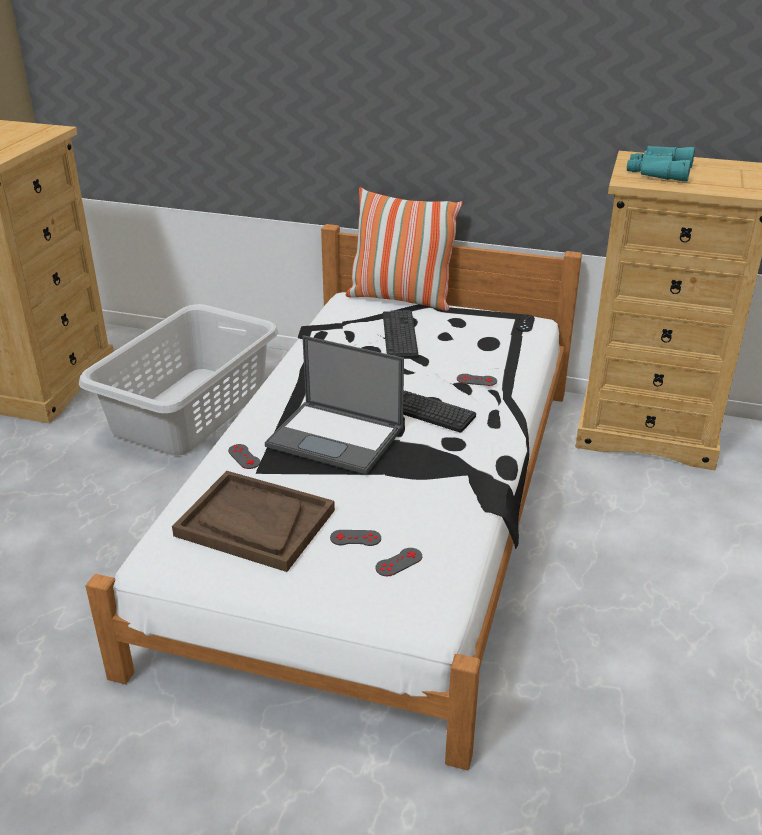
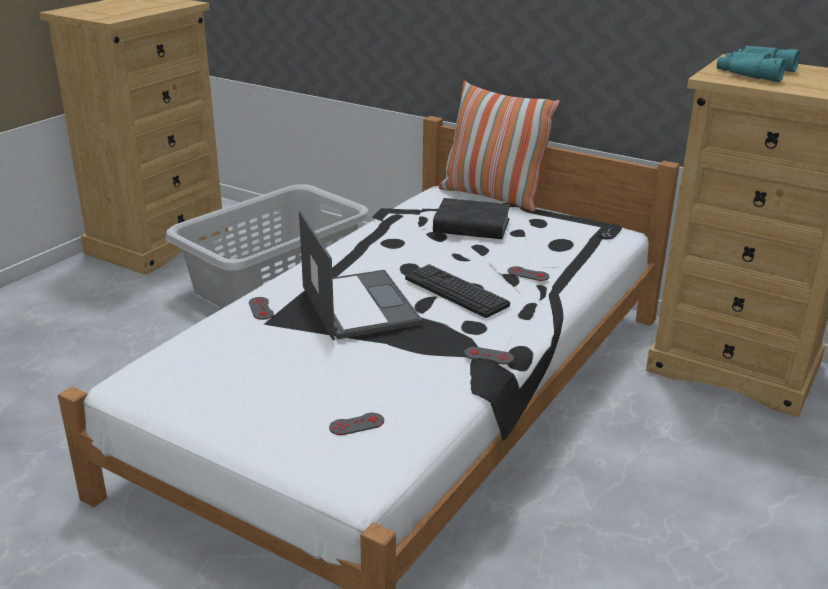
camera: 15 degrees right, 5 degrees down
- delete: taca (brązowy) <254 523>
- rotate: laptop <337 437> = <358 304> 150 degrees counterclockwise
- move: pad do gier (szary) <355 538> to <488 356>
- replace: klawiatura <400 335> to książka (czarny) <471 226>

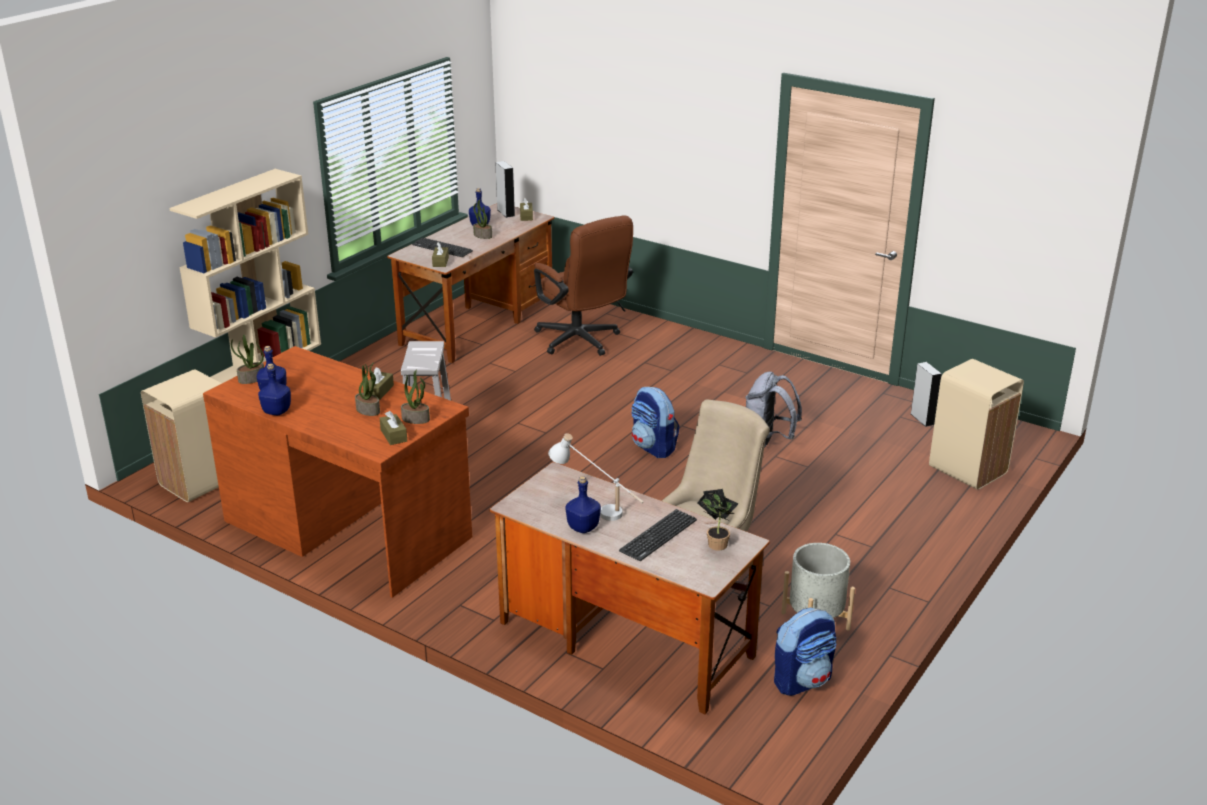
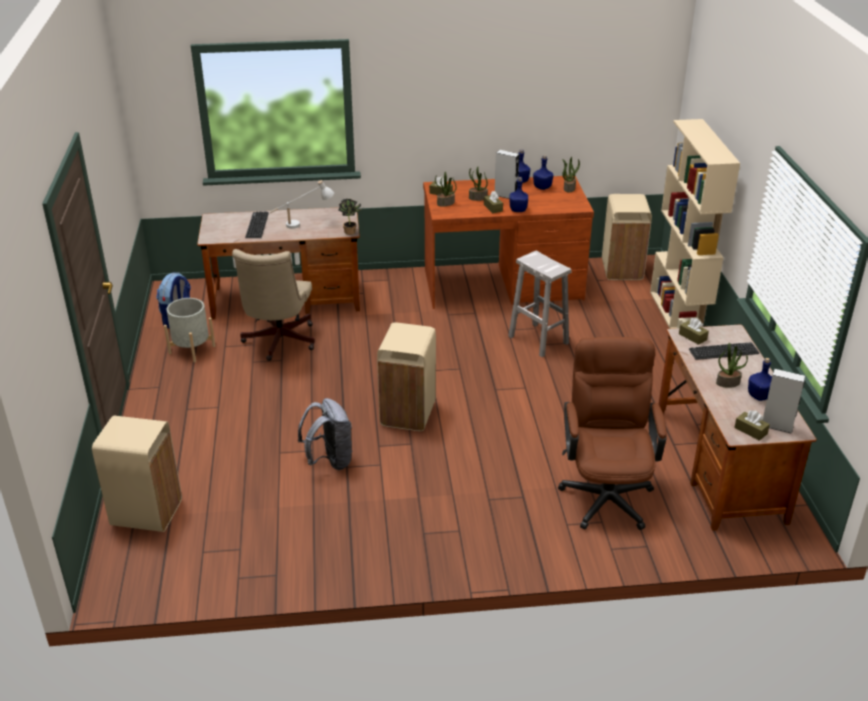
camera: 140 degrees right, 5 degrees up
- rotate: krzesło biurowe (brązowy) <582 342> = <606 492> 75 degrees clockwise
- move: butelka (niebieski) <583 527> to <518 210>
- replace: plecak <653 447> to kosz na śmieci (beżowy) <407 414>
- move: roślina doniczkowa <715 543> to <351 232>
- move: głośnik (szary) <922 419> to <505 196>

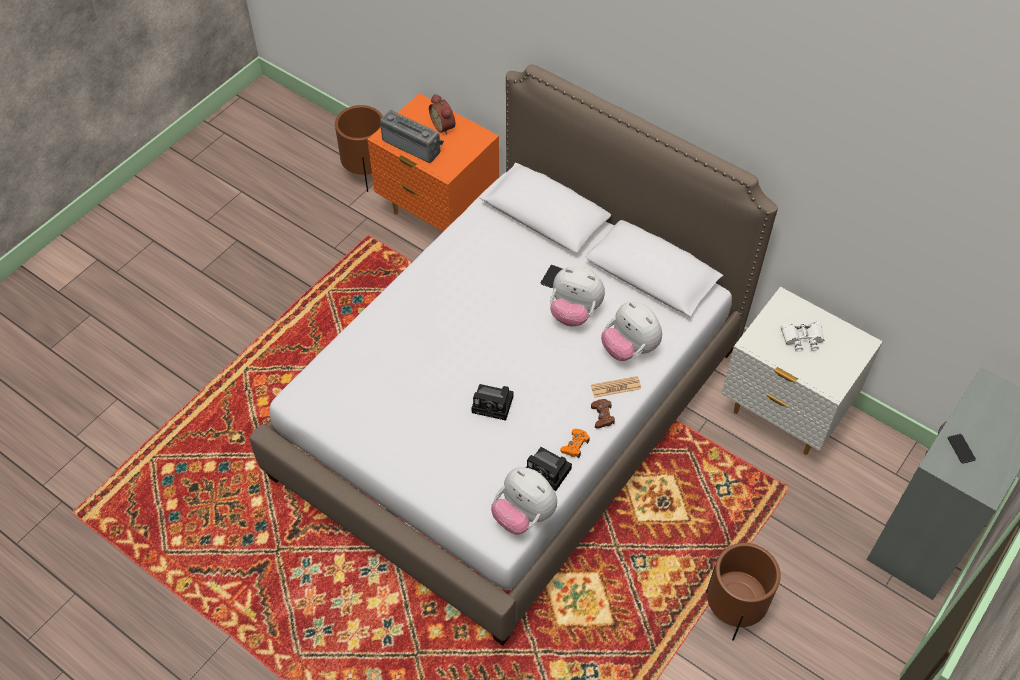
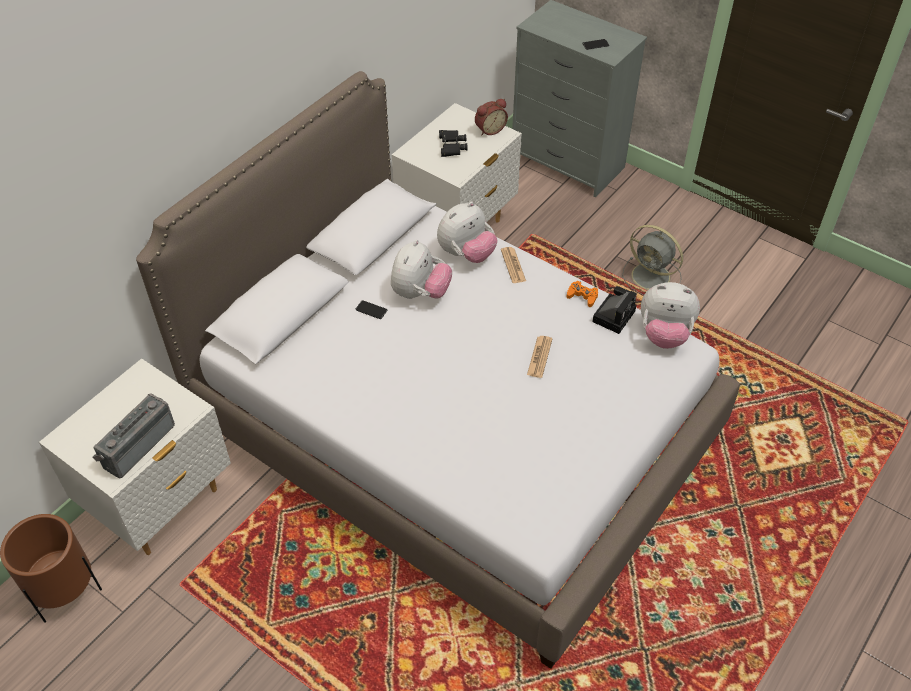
camera: 90 degrees left, 5 degrees down
- recolor: szafka nocna (pomarańczowy) <438 214> to szafka nocna (biały) <160 504>
- move: budzik <444 126> to <489 129>
- replace: aparat fotograficzny <494 404> to gazeta <539 357>
- rotate: pluszak <524 515> = <664 334> 60 degrees clockwise
- delete: pad do gier (brązowy) <602 416>
- replace: donica (brązowy) <733 610> to wentylator (szary) <652 277>
- recolor: lornetka (biały) <802 338> to lornetka (czarny) <451 146>

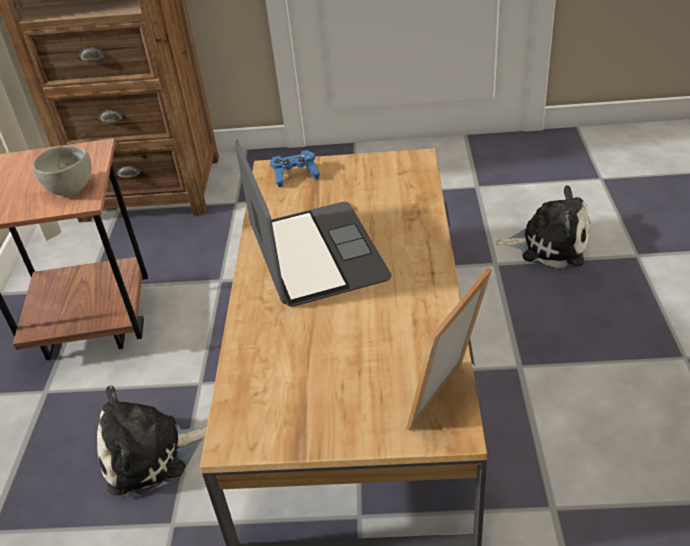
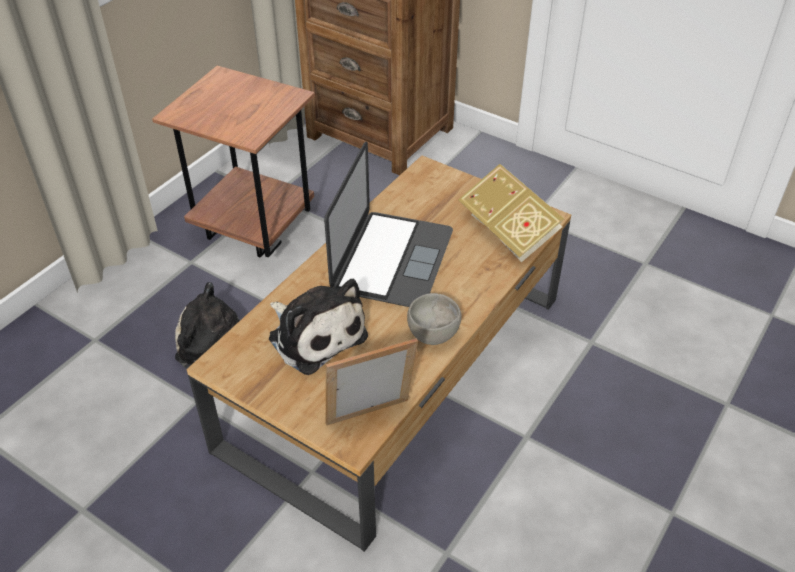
camera: 30 degrees right, 5 degrees up
- move: miska (szary) <72 188> to <434 335>
- delete: pad do gier (niebieski) <295 176>
- move: pluszak <549 244> to <315 334>
- insert: książka <509 231>

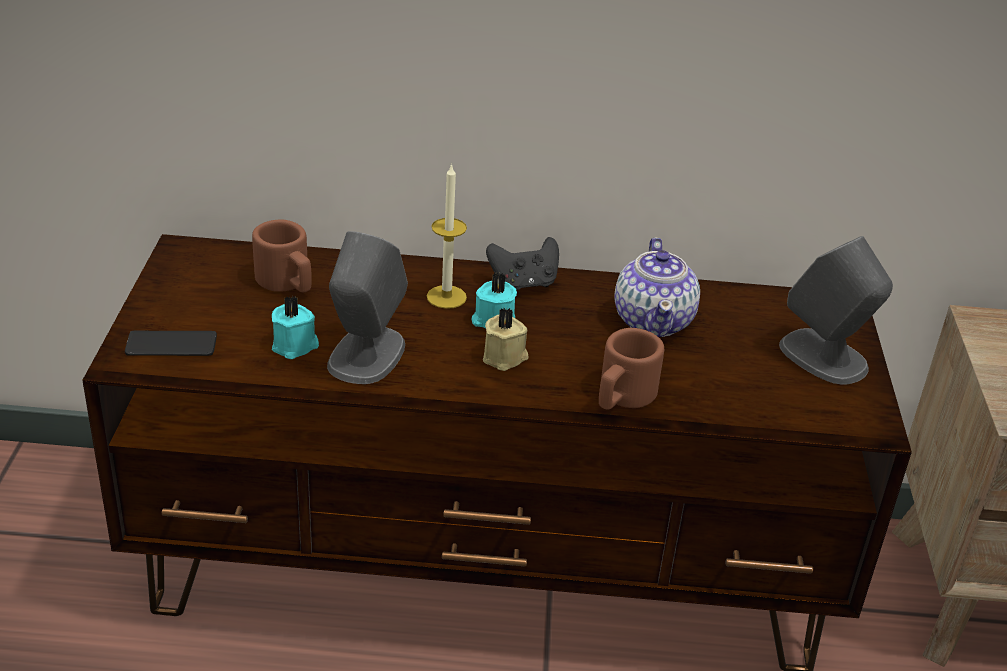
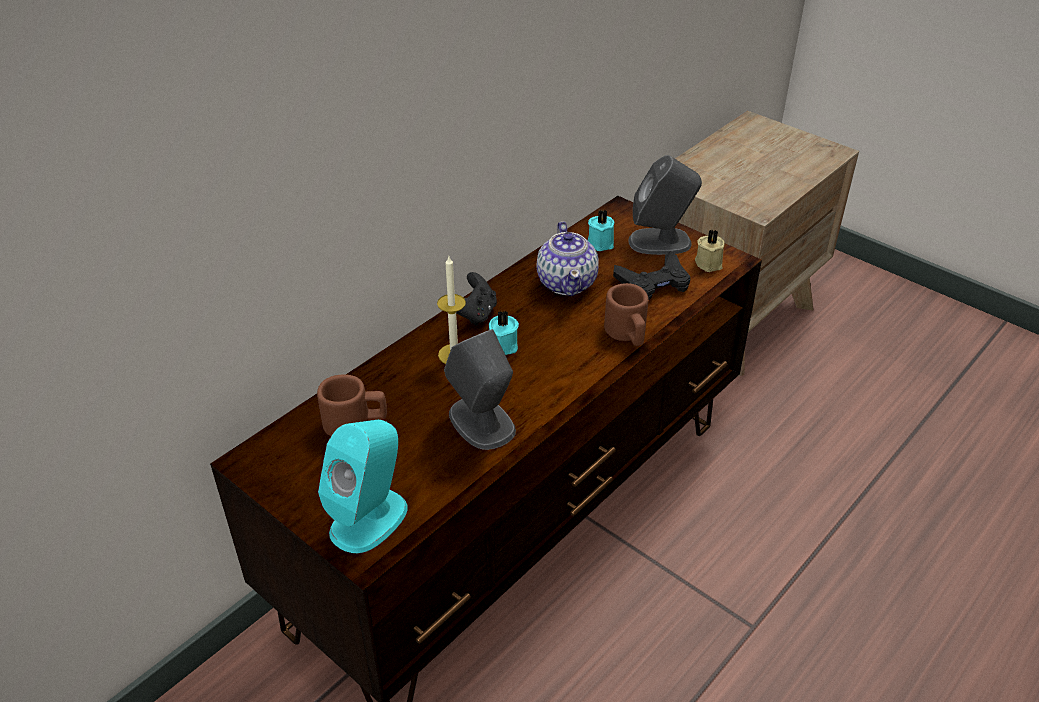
camera: 50 degrees left, 5 degrees up
- replace: telefon <171 344> to głośnik (turkusowy) <369 519>
- move: świeca (turkusowy) <295 346> to <601 242>
- move: świeca (beżowy) <505 357> to <709 263>
- rotate: imbryk <654 320> = <567 282> 45 degrees clockwise
- insert: pad do gier (czarny) <653 283>

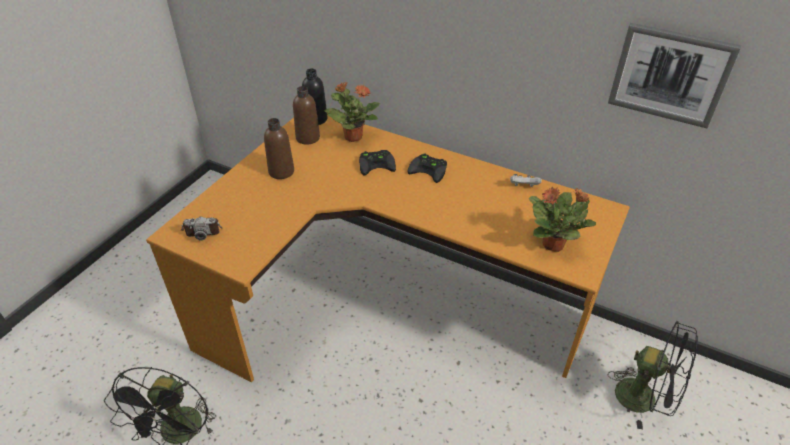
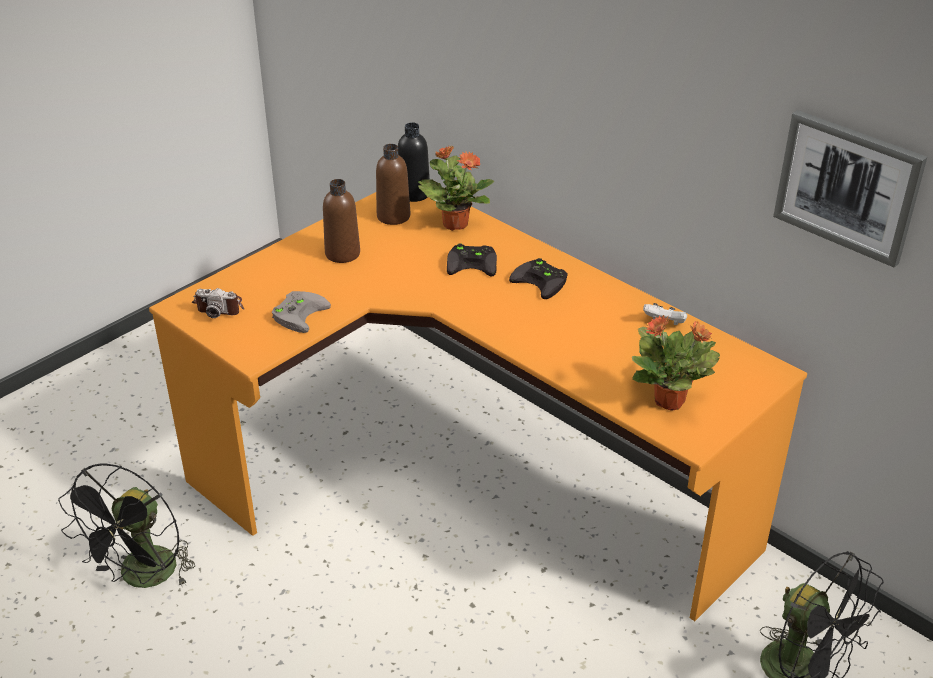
camera: 15 degrees right, 5 degrees down
- insert: pad do gier (szary) <299 313>

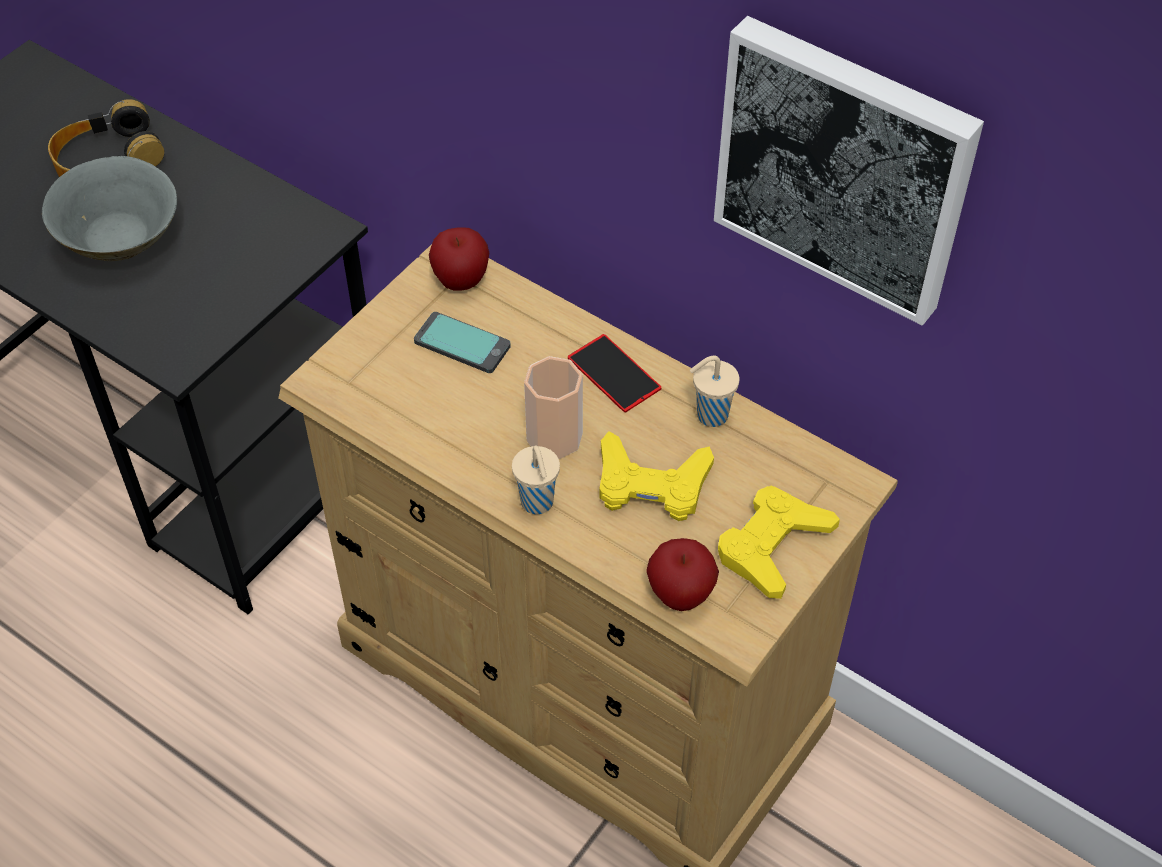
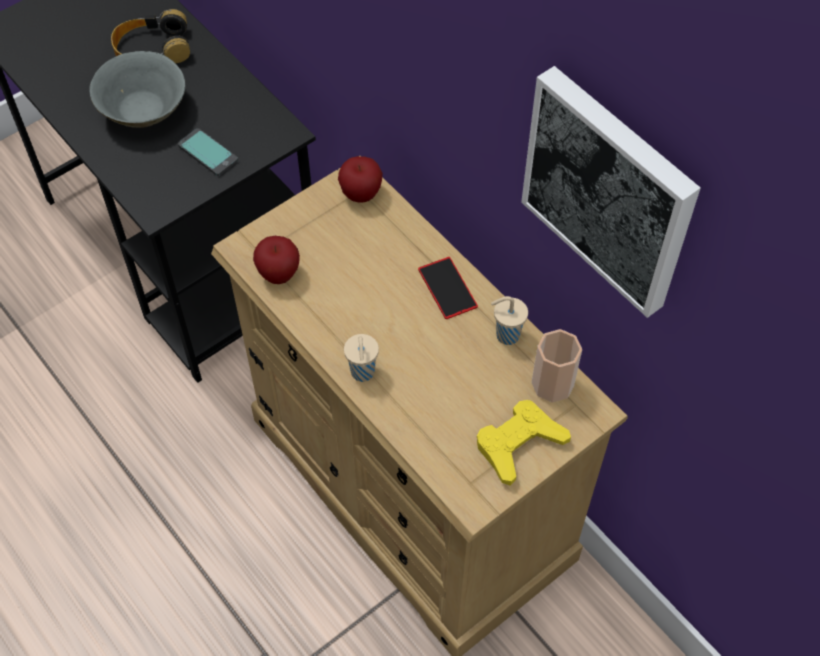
camera: 15 degrees right, 5 degrees up
- move: telefon <462 343> to <208 153>
- move: filiżanka <554 437> to <552 384>
- delete: pad do gier (żółty) <651 485>
- move: jabłko <680 595> to <279 275>

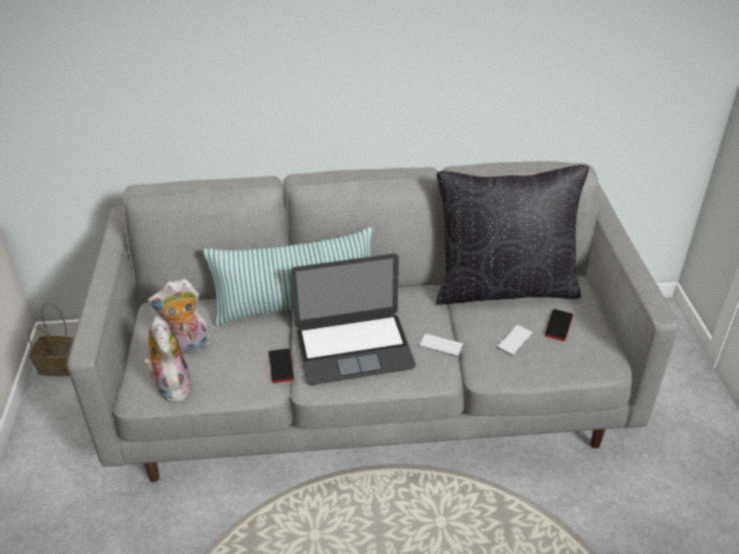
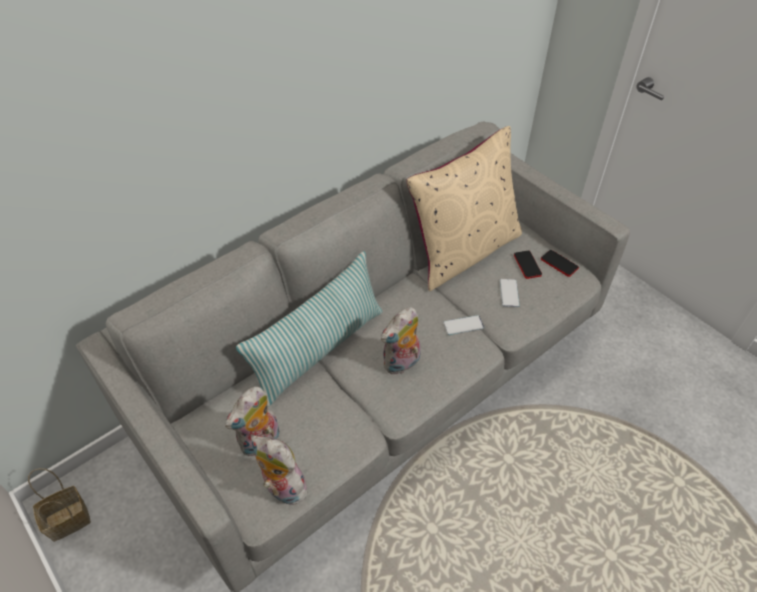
camera: 35 degrees left, 10 degrees up
- move: telefon <281 366> to <559 263>
- replace: laptop <354 348> to pluszak <402 364>
- recolor: poduszka (czarny) <504 287> to poduszka (beżowy) <463 251>

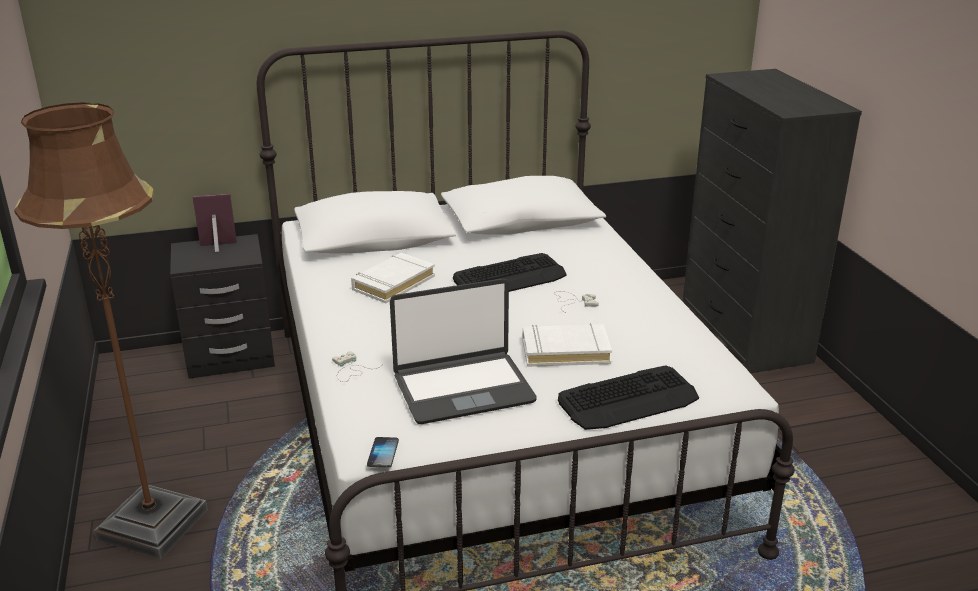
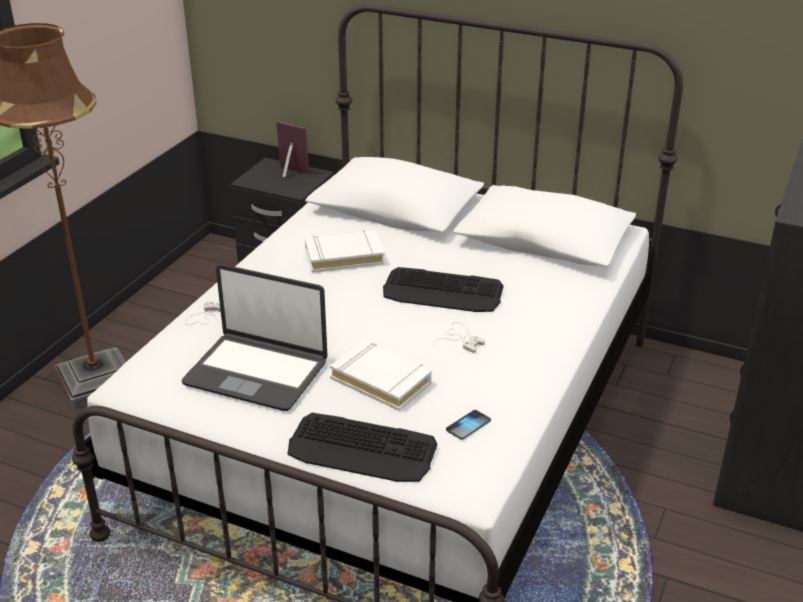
camera: 40 degrees right, 5 degrees up
- move: telefon <383 453> to <468 425>

